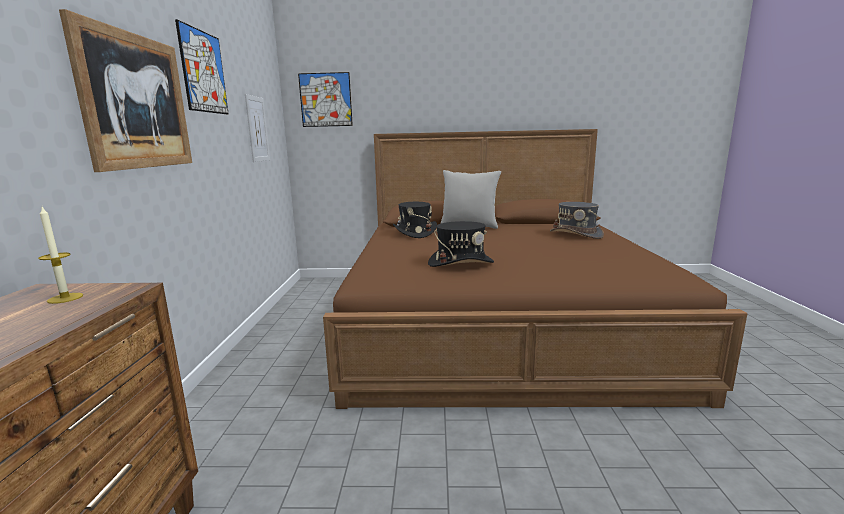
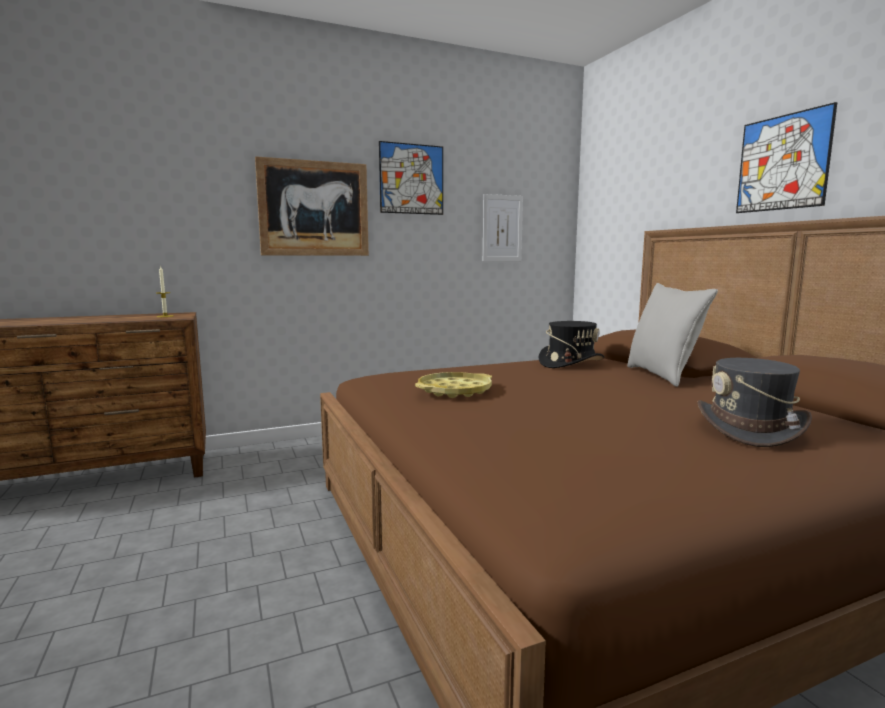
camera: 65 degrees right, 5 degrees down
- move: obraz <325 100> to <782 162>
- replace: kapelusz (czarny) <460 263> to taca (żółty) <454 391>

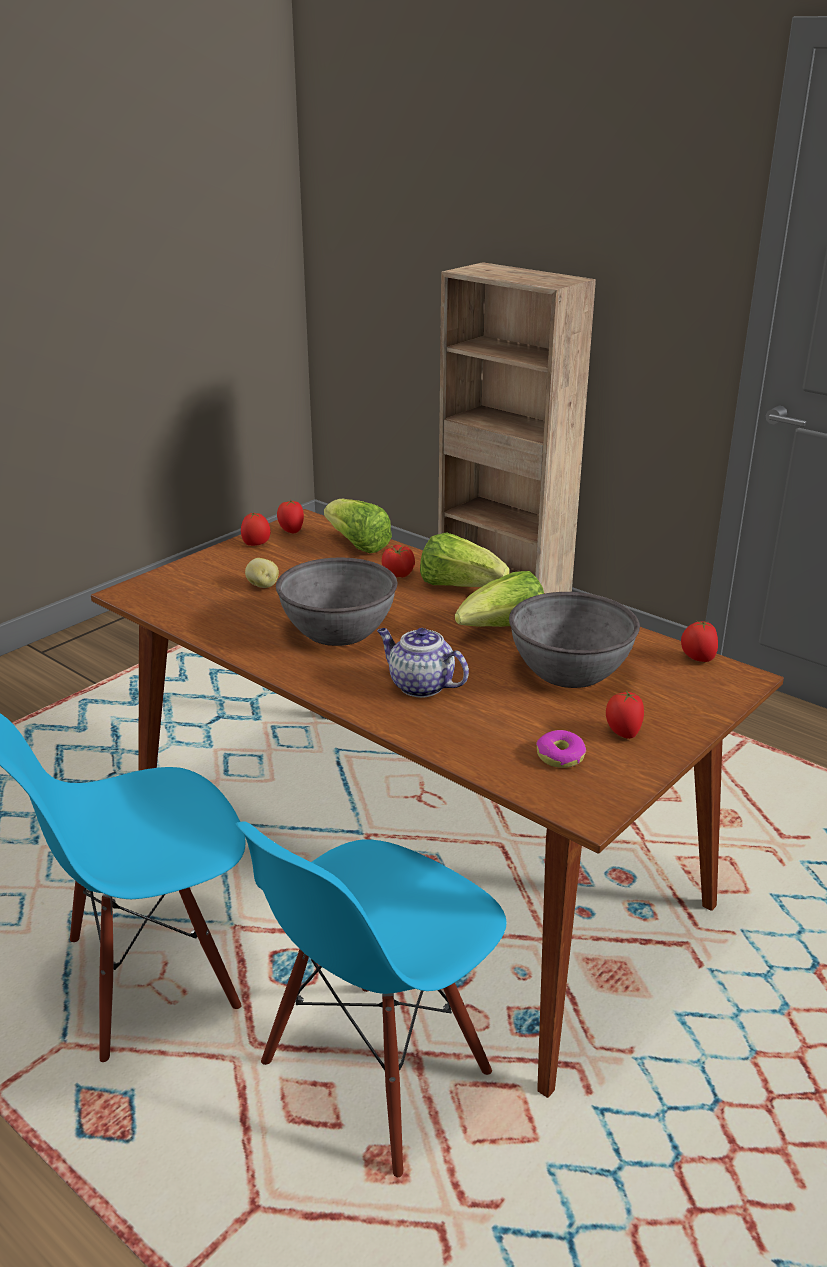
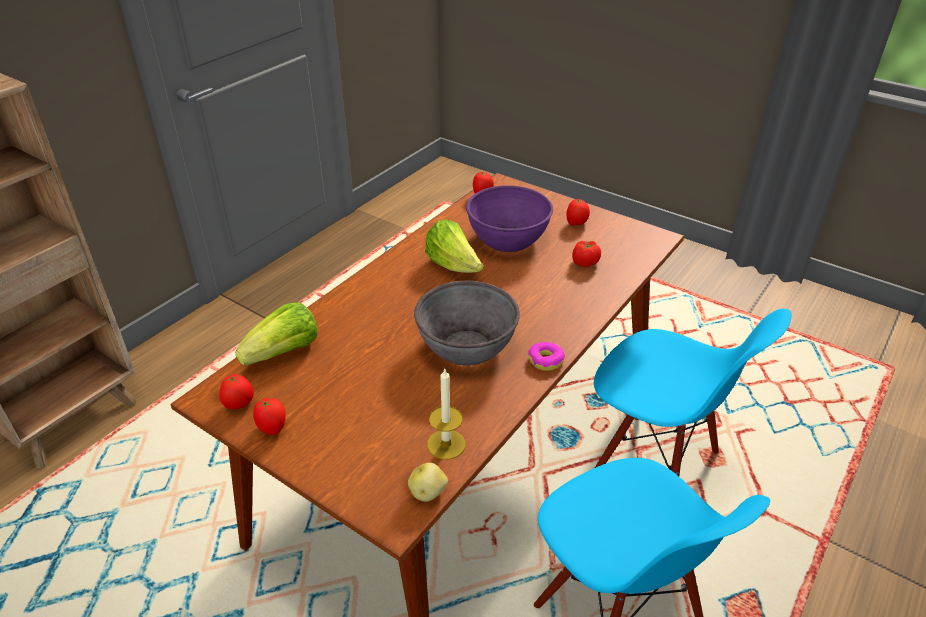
camera: 95 degrees left, 10 degrees up
- move: ziemniak <262 585> to <428 492>
- delete: imbryk <419 686>
- move: pomidor <398 574> to <585 263>
- delete: sałata <459 586>
- recolor: miska (szary) <569 671> to miska (fioletowy) <508 240>
- move: donut <560 756> to <546 360>
- insert: świeca <446 444>

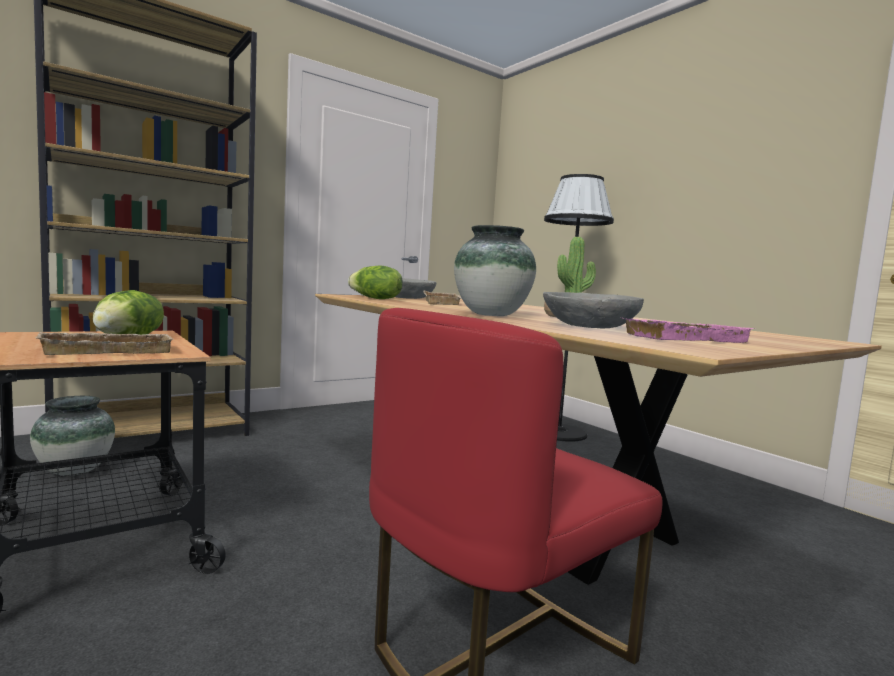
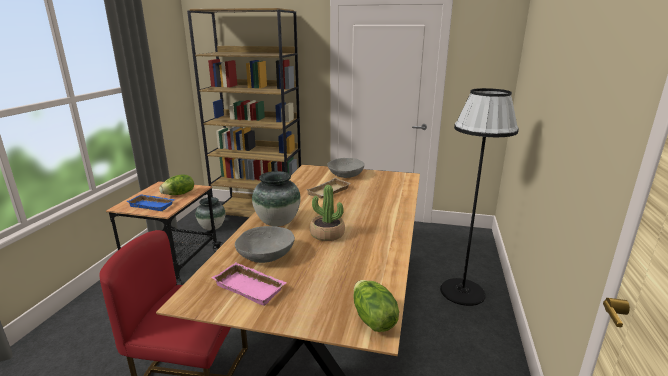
camera: 50 degrees right, 15 degrees up
- recolor: taca (beżowy) <109 350> to taca (niebieski) <153 205>
- move: sałata <375 298> to <372 319>

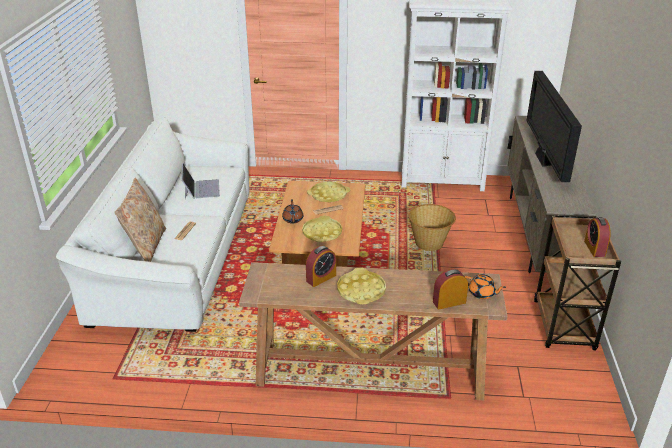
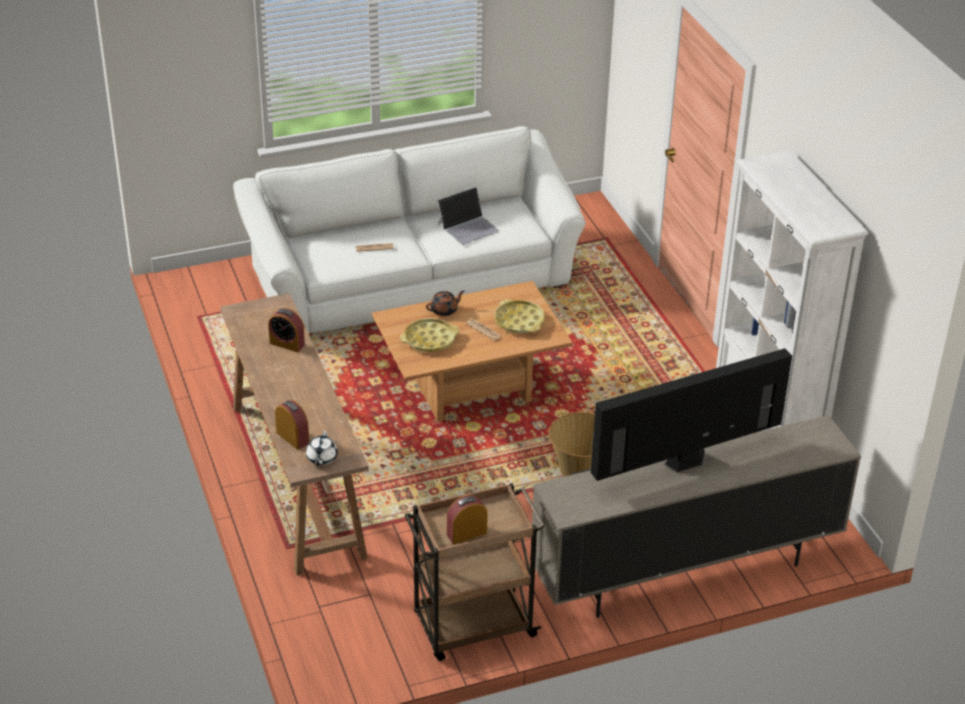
camera: 65 degrees right, 5 degrees up
- delete: poduszka (beżowy) <146 246>
- delete: taca (żółty) <361 291>
- recolor: imbryk (pomarańczowy) <482 293> to imbryk (biały) <321 458>

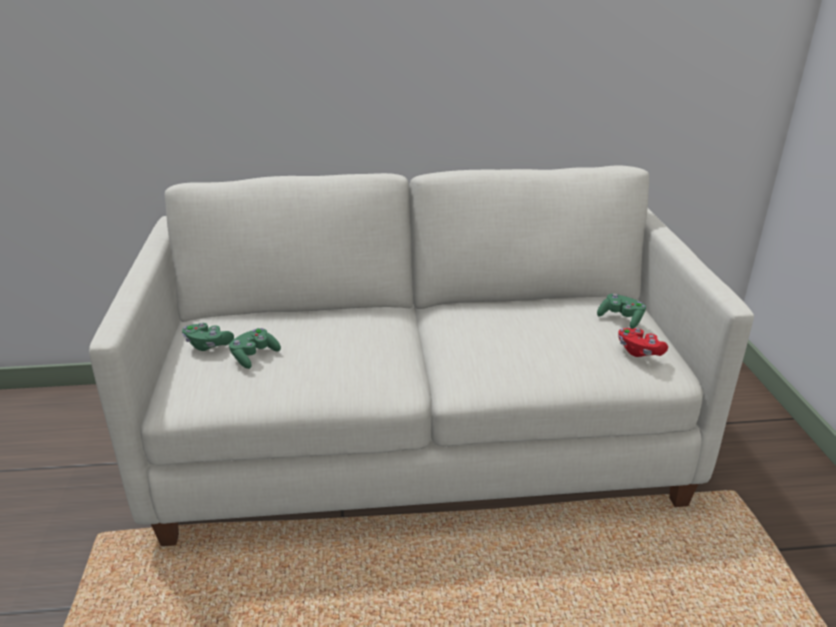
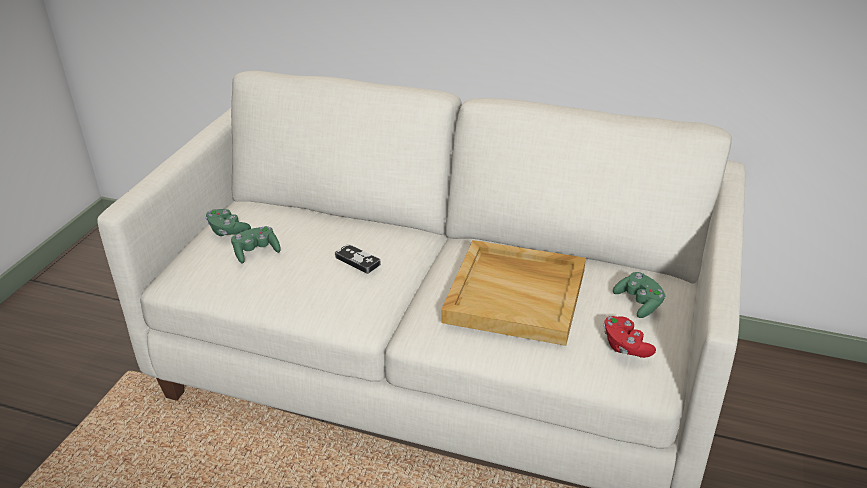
camera: 25 degrees right, 5 degrees up
- insert: pad do gier <357 261>
- insert: taca (beżowy) <517 295>

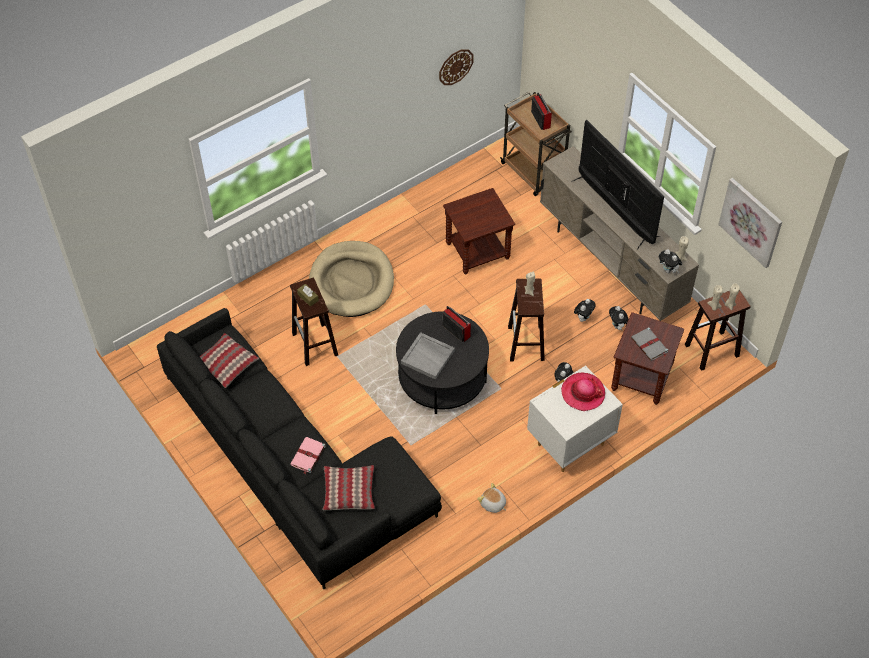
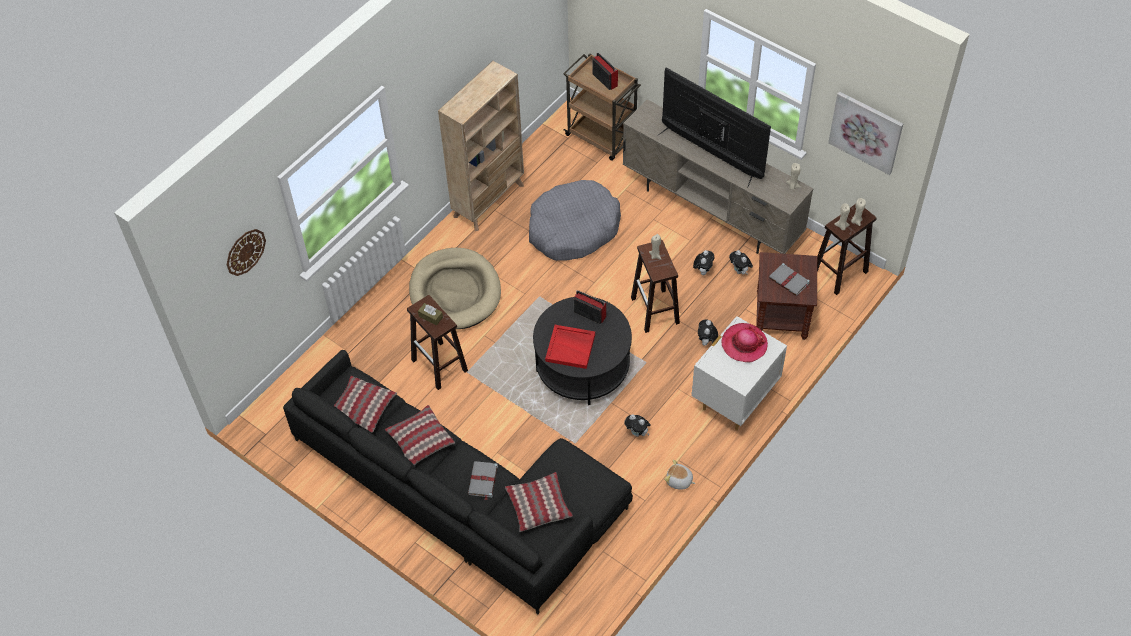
camera: 15 degrees left, 0 degrees up
- recolor: książka (różowy) <307 456> to książka (szary) <483 481>
- recolor: taca (szary) <428 357> to taca (czerwony) <571 347>
- move: zegar ścienny <455 66> to <245 252>
- replace: stolik (brązowy) <477 250> to legowisko (szary) <573 229>
- move: pluszak <668 270> to <637 433>
- insert: poduszka <420 440>
- insert: regał (beżowy) <489 200>

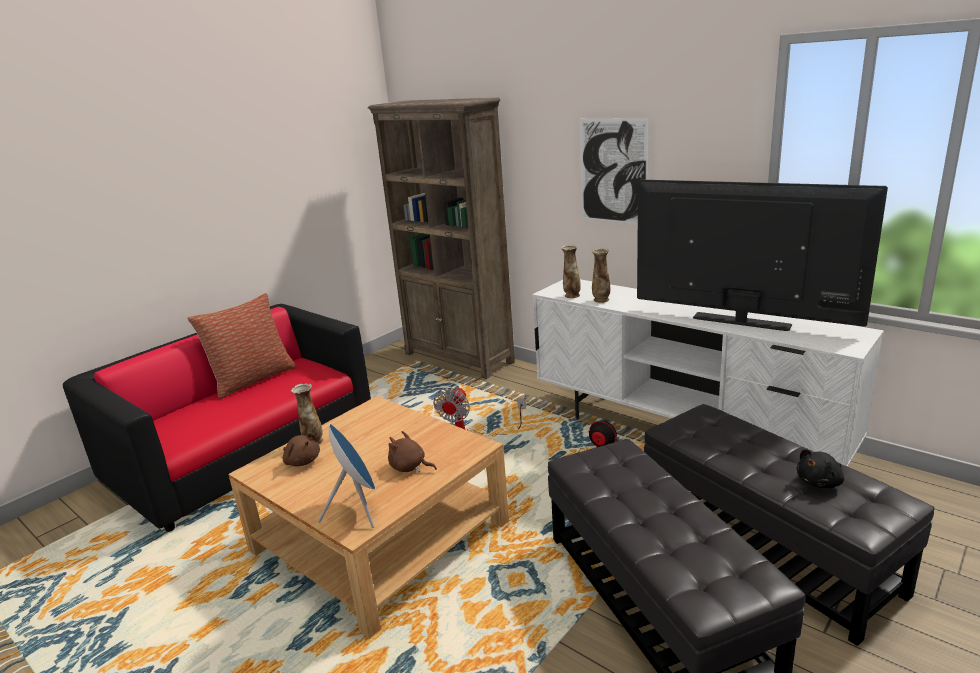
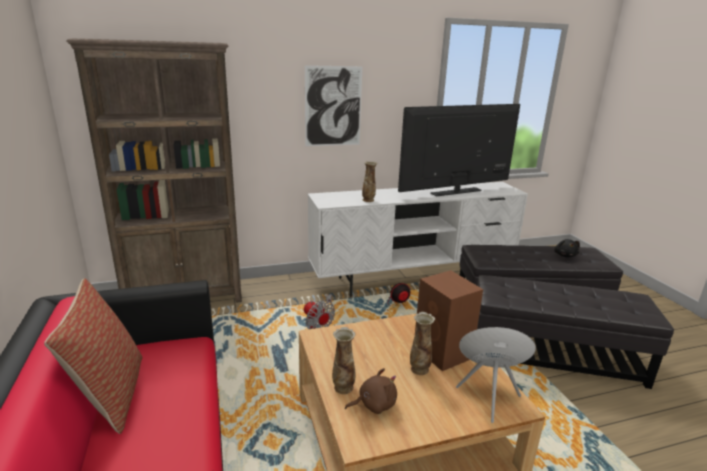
camera: 60 degrees left, 0 degrees up
- replace: pluszak (brązowy) <410 467> to głośnik (brązowy) <443 353>
- move: wazon <571 296> to <419 369>

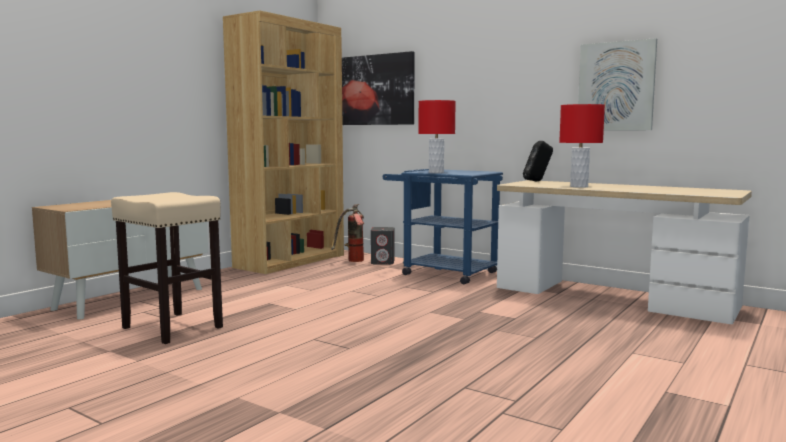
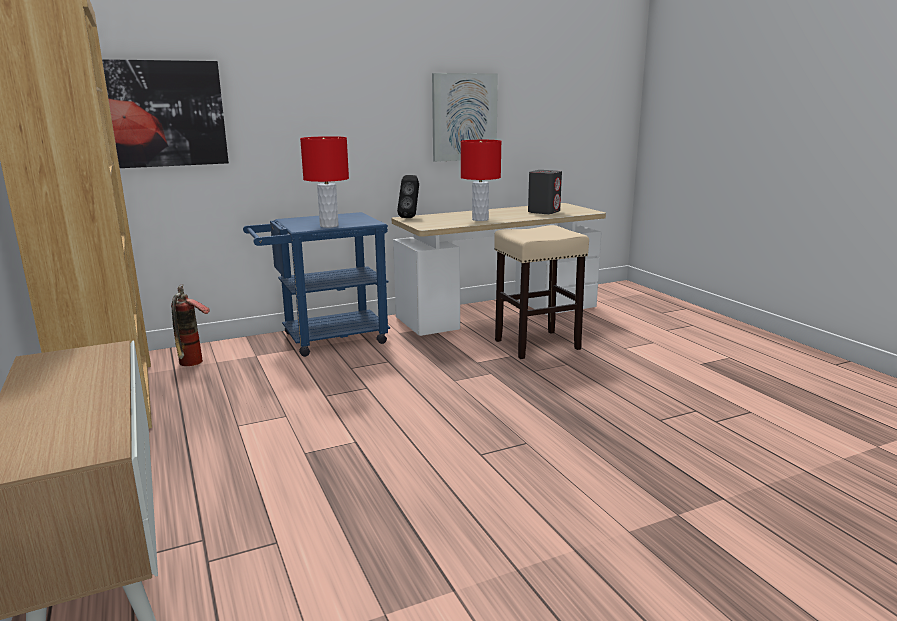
camera: 60 degrees left, 10 degrees up
- move: stołek (beżowy) <171 327> to <536 345>
- move: głośnik (szary) <383 262> to <544 212>

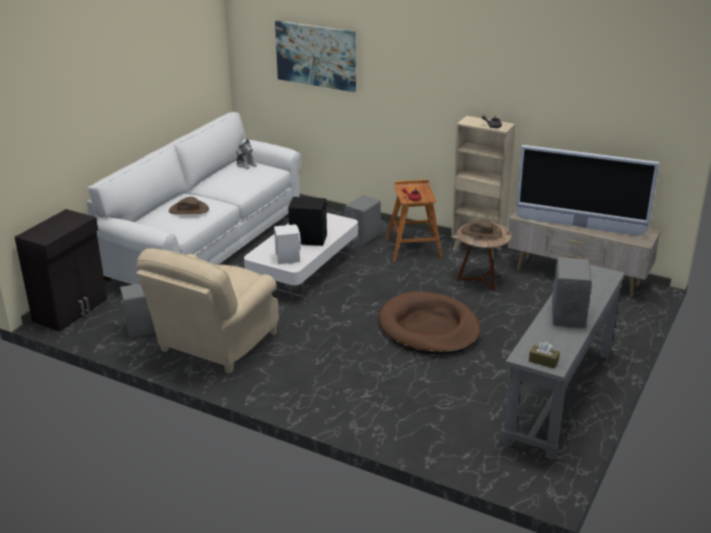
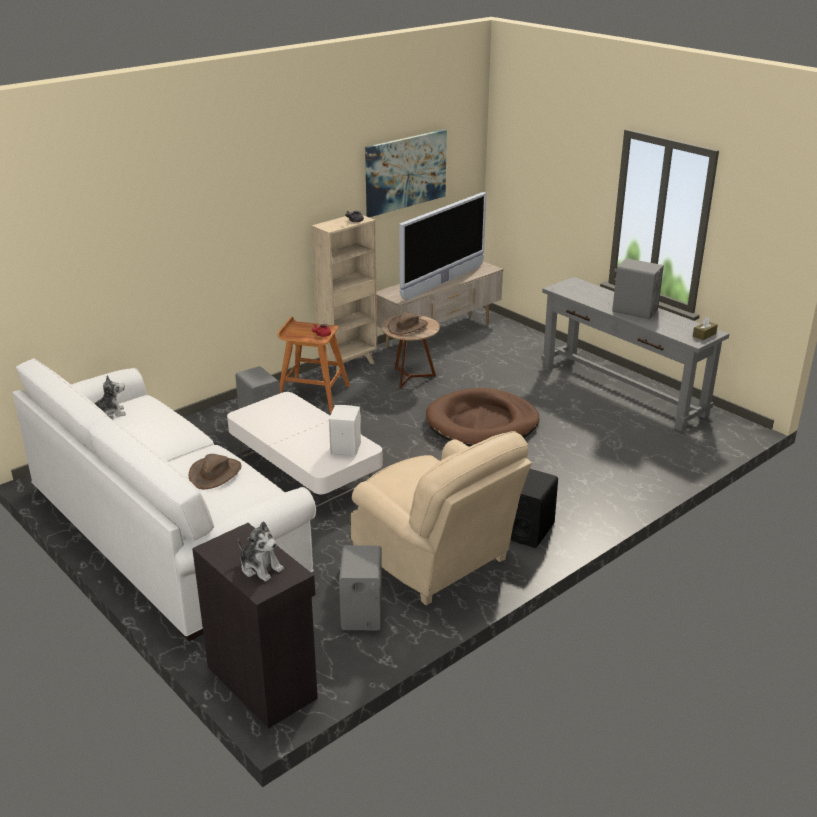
camera: 70 degrees left, 0 degrees up
- move: obraz <316 55> to <405 172>
- move: głośnik (czarny) <309 239> to <529 531>
- insert: pluszak <260 568>

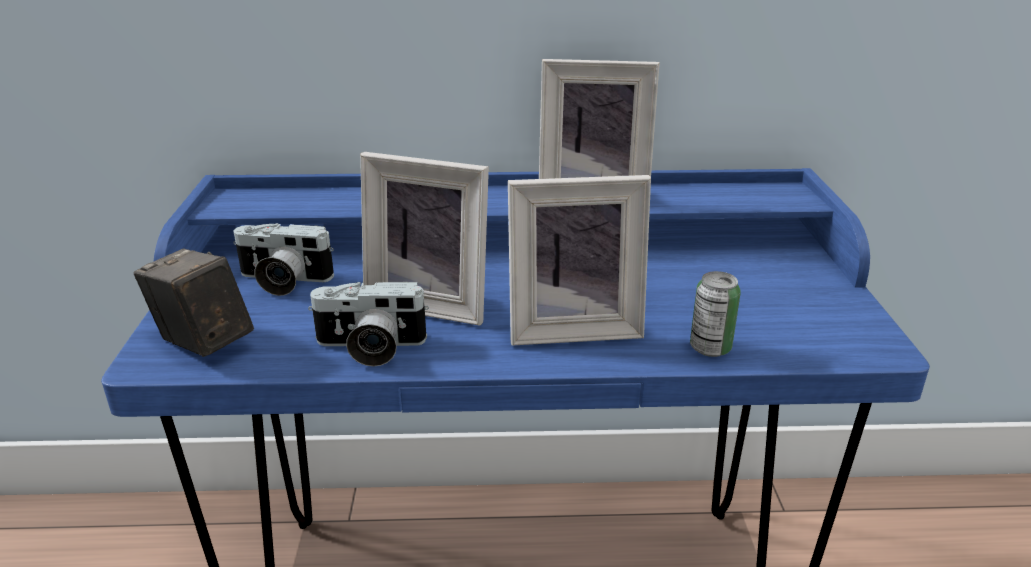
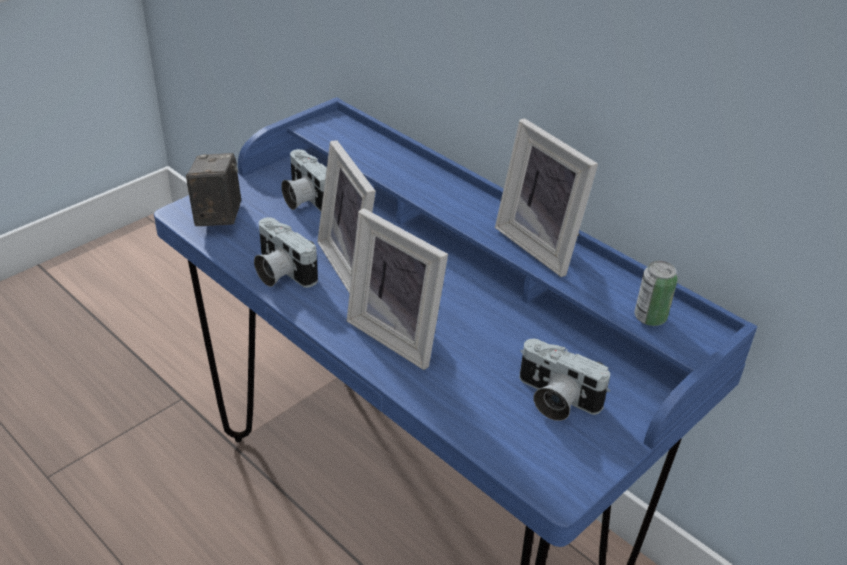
camera: 45 degrees right, 10 degrees up
- move: puszka <710 348> to <650 317>
- insert: aparat fotograficzny <554 399>

